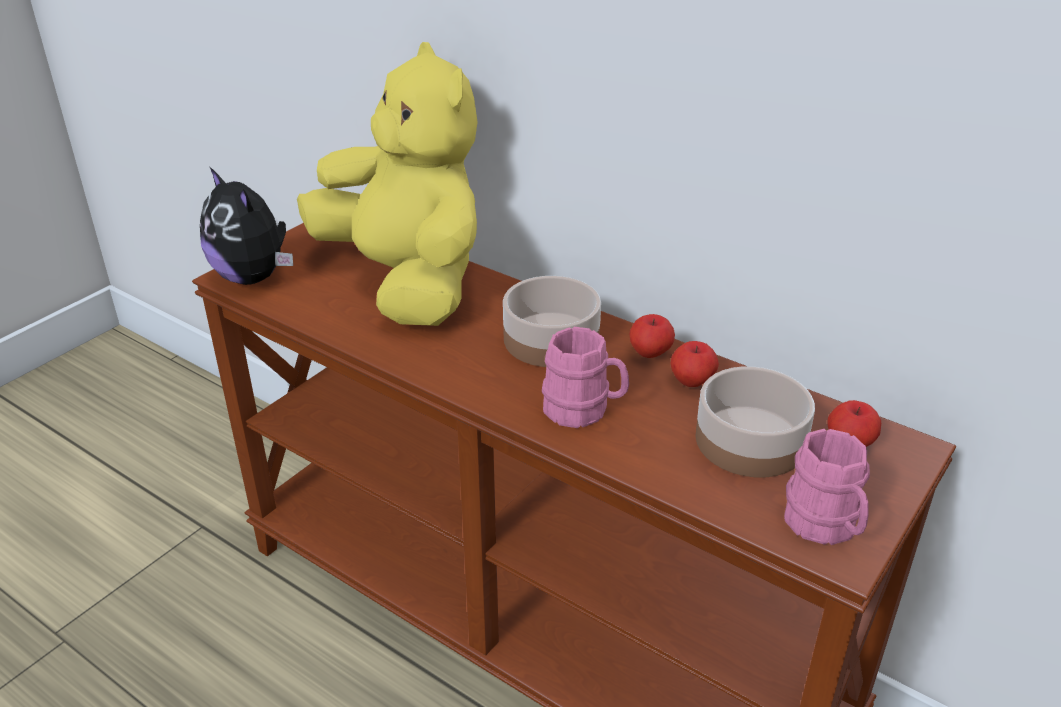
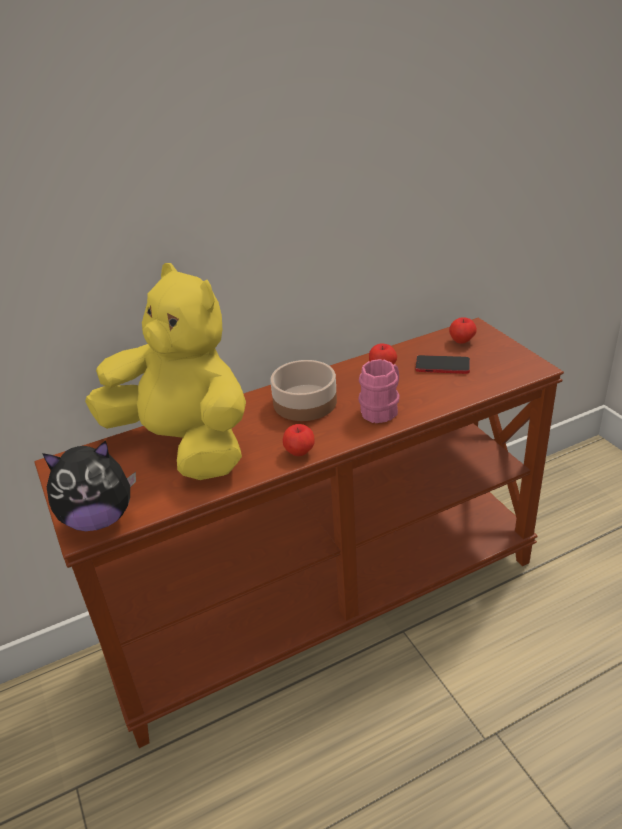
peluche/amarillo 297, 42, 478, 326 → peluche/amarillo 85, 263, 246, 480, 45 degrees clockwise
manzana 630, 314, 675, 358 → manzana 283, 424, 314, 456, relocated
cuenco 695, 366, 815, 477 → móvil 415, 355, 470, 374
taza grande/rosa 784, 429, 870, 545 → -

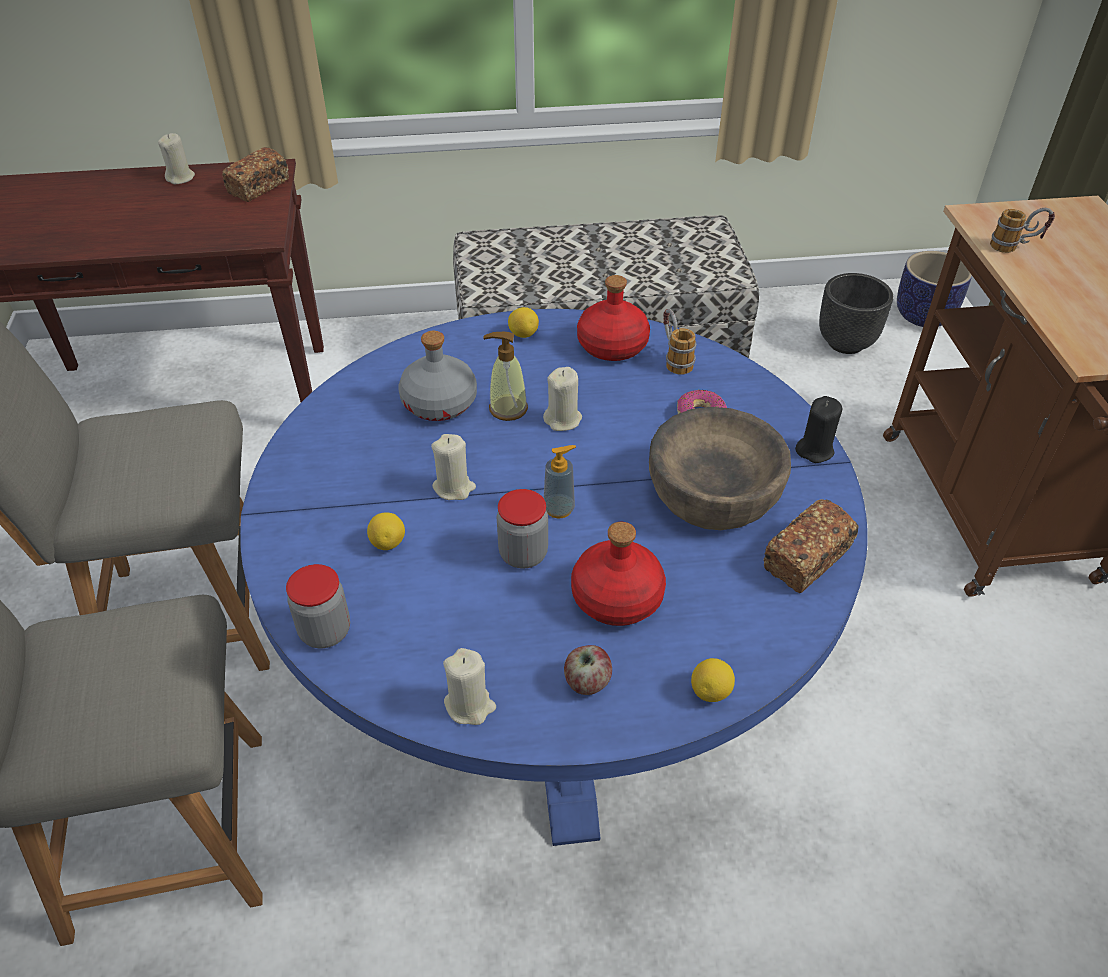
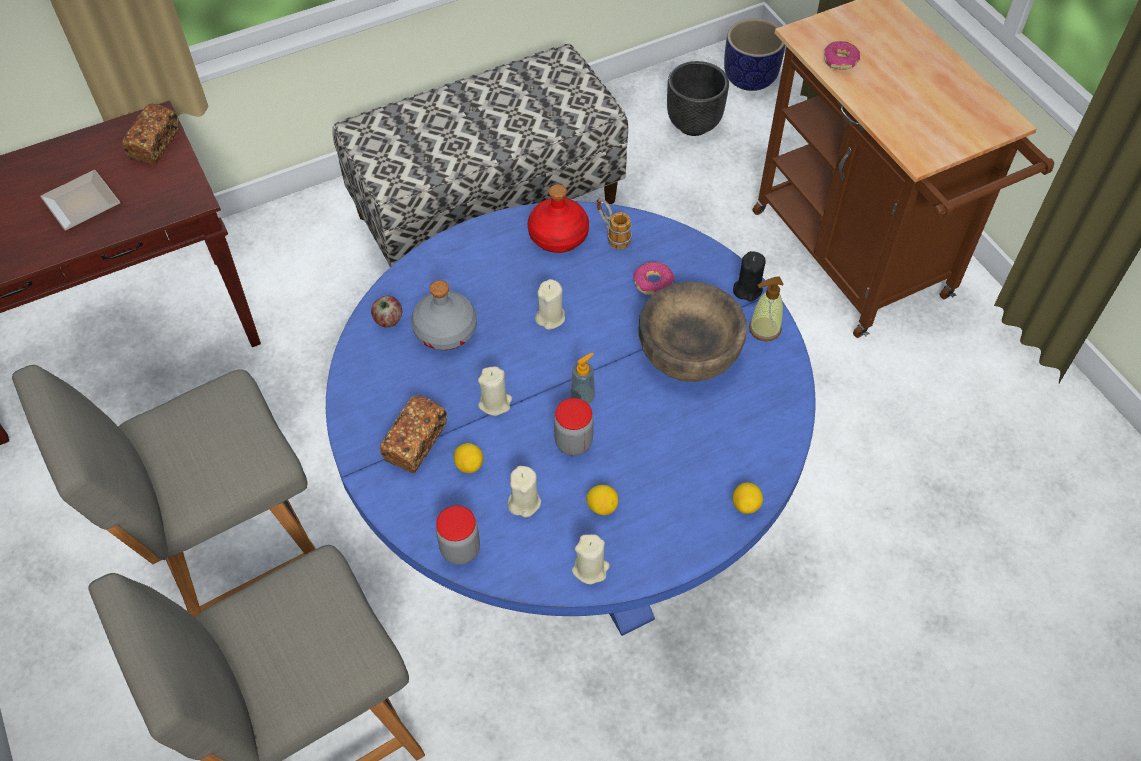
vela/beis 158, 133, 195, 184 → vela/beis 508, 466, 541, 518, relocated
taza grande 990, 208, 1055, 253 → rosquilla 824, 41, 860, 70
limón 508, 307, 539, 338 → limón 586, 485, 618, 515, relocated
dispensador de jabón 483, 332, 528, 421 → dispensador de jabón 749, 276, 784, 341, relocated
pan 763, 499, 859, 593 → pan 380, 395, 447, 474, relocated
botella/rojo 571, 522, 666, 626 → -
manzana 564, 645, 612, 695 → manzana 371, 296, 402, 328, relocated
- → plato 40, 170, 121, 231

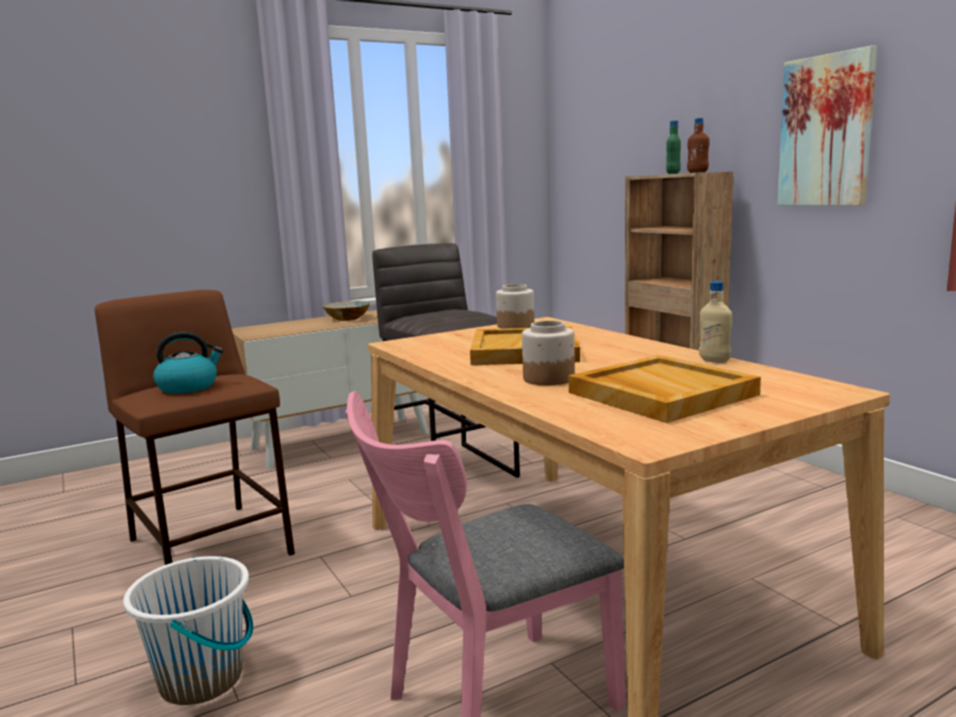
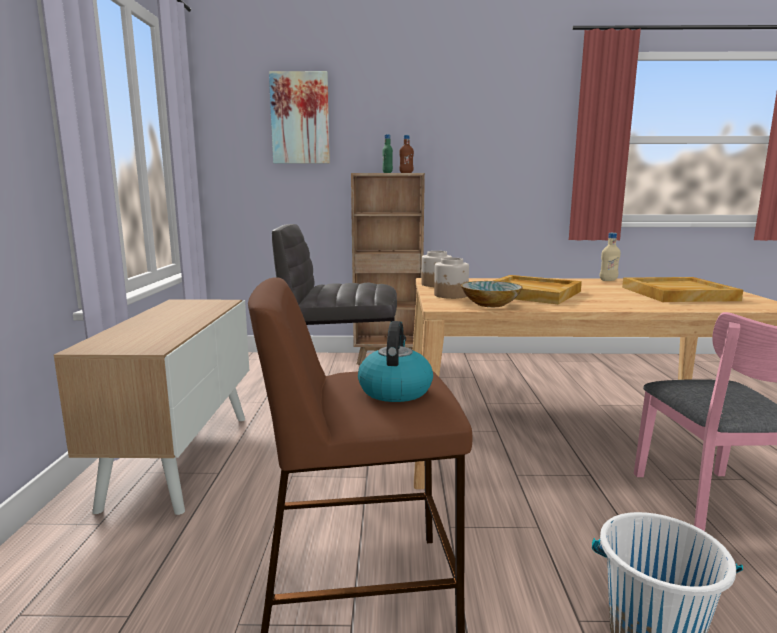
cuadro 777, 46, 877, 206 → cuadro 269, 71, 330, 164, relocated
cuenco 323, 301, 370, 321 → cuenco 461, 281, 523, 307, relocated
tarro 522, 321, 575, 386 → tarro 434, 257, 469, 299, relocated

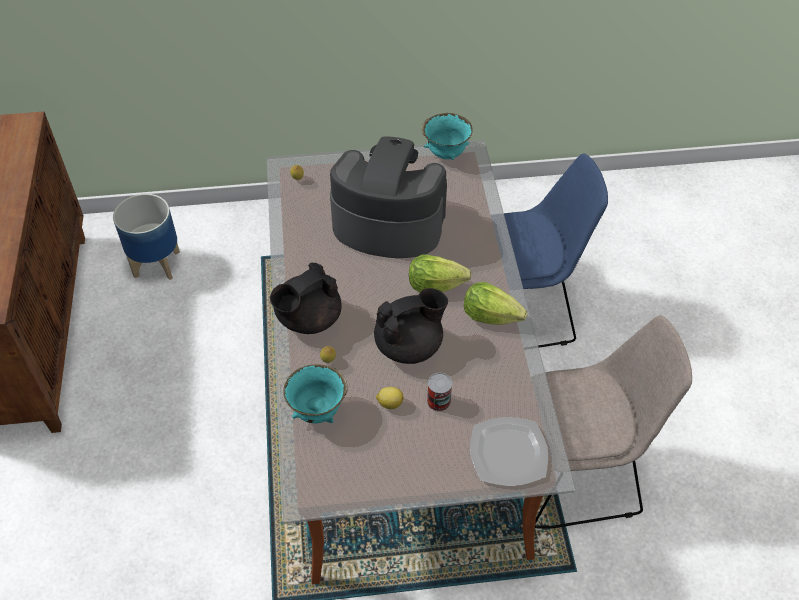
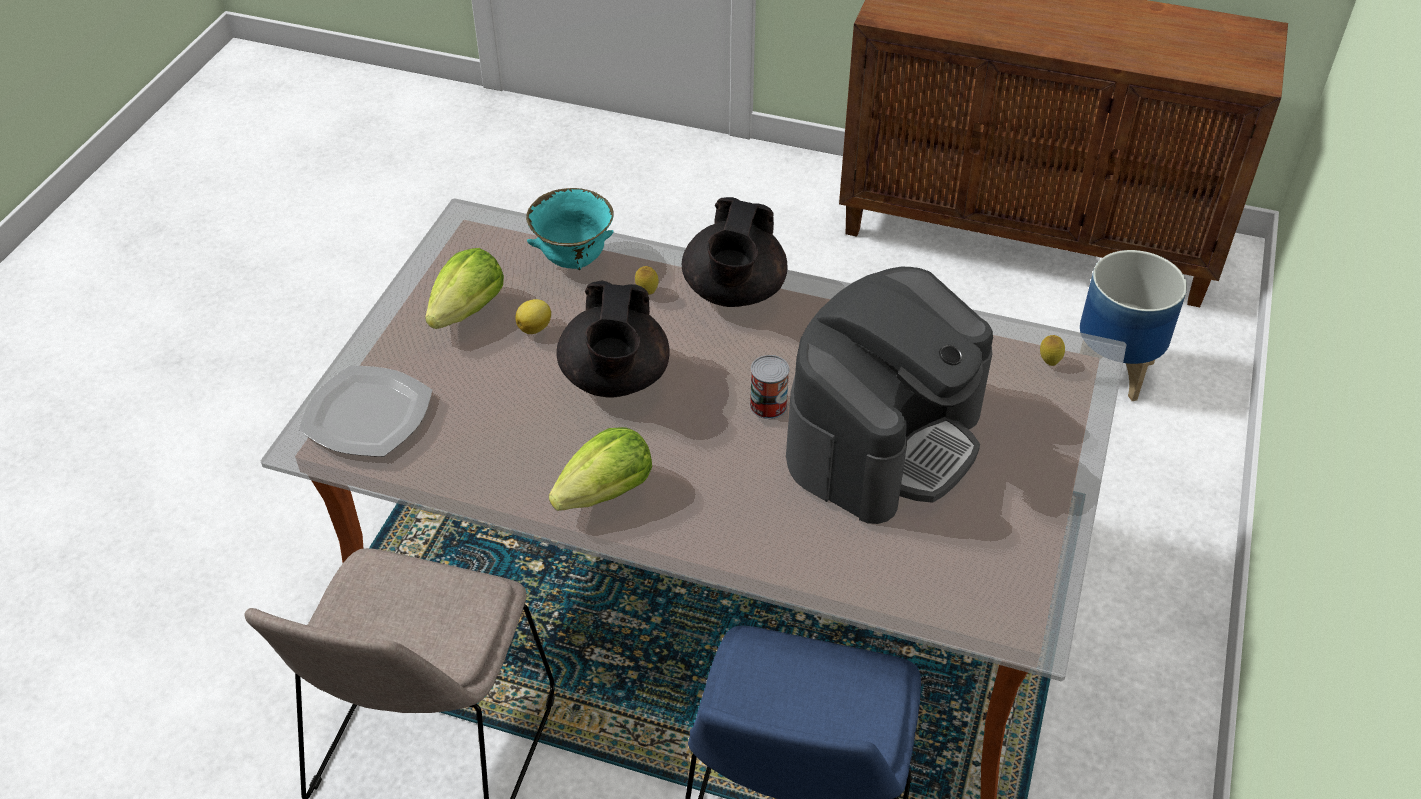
cuenco/turquesa 422, 113, 473, 160 → -
lechuga 409, 255, 471, 292 → lechuga 425, 248, 504, 329, relocated
tetera/negro 270, 263, 342, 334 → tetera/negro 682, 197, 787, 307, 150 degrees counterclockwise
lata 427, 373, 452, 412 → lata 750, 355, 789, 419, relocated

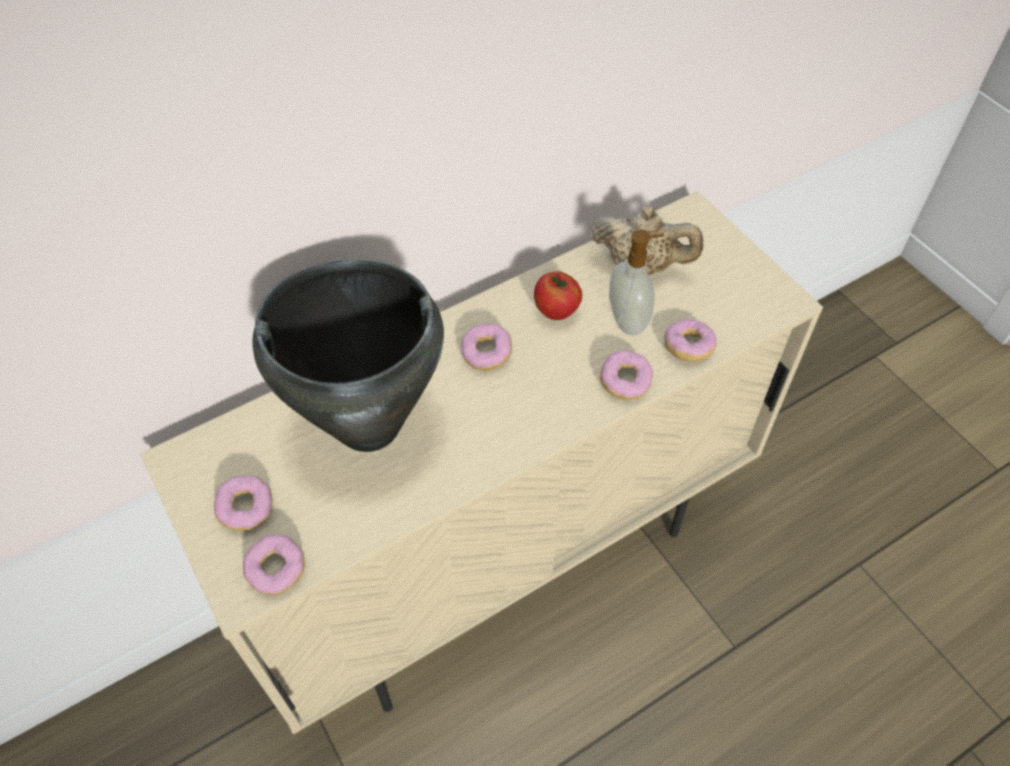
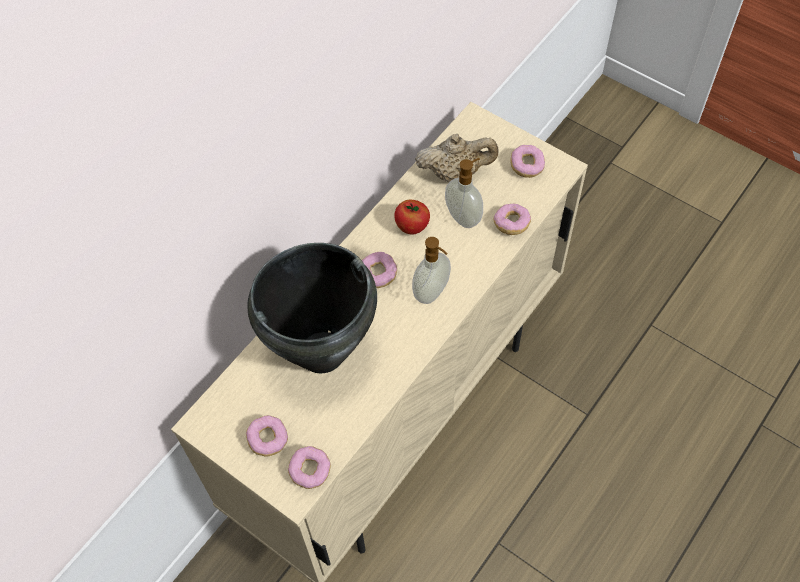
rosquilla 600, 350, 653, 400 → rosquilla 510, 145, 545, 178, relocated
- → dispensador de jabón 412, 237, 451, 304

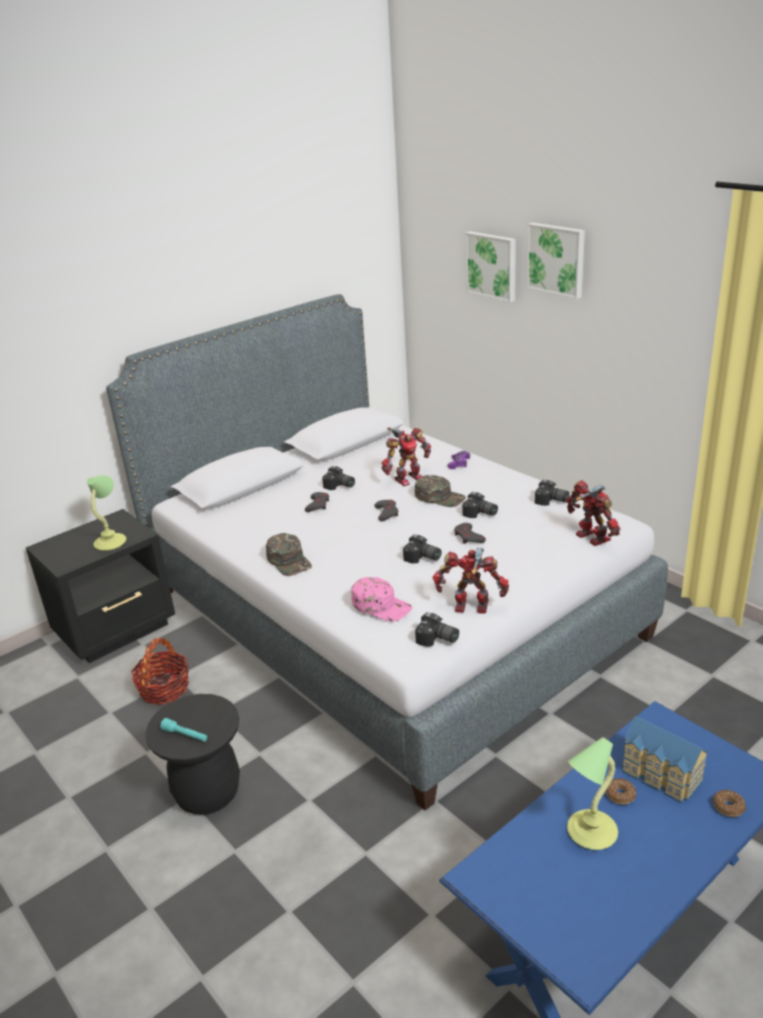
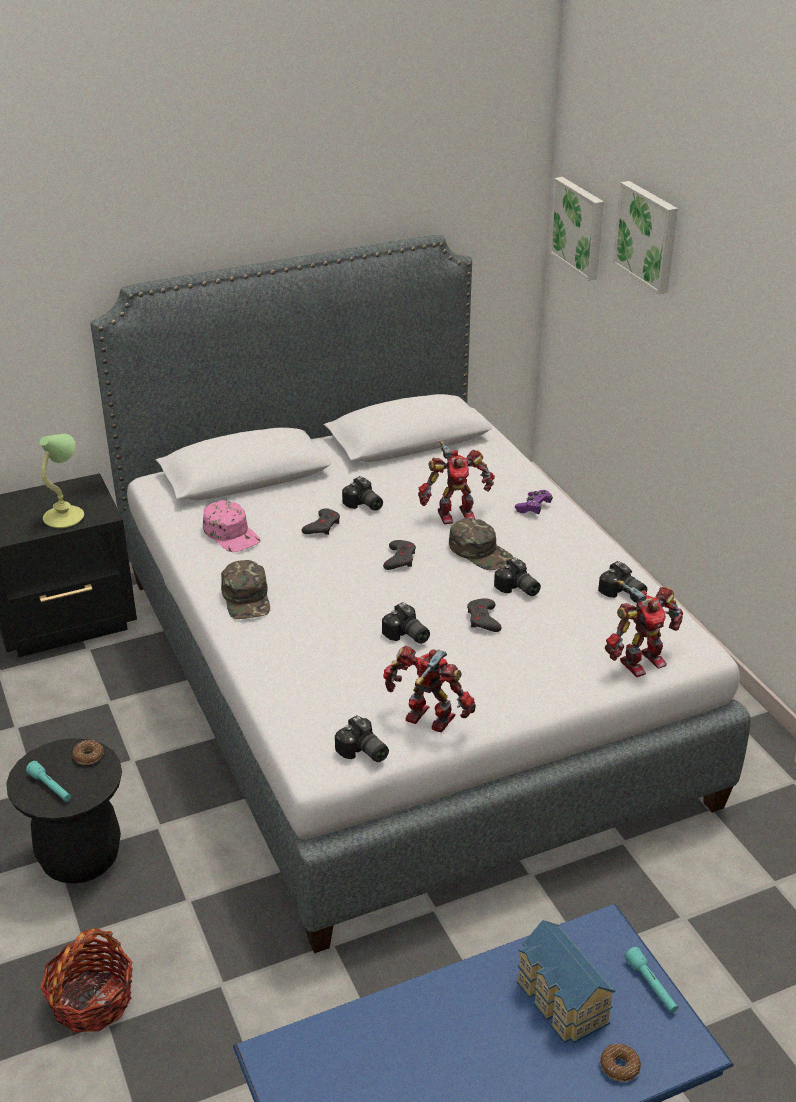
cuadro 526, 223, 585, 299 → cuadro 549, 177, 604, 281, relocated
robot de juguete 566, 480, 620, 546 → robot de juguete 605, 581, 683, 677, 75 degrees clockwise
gorra/rosa 351, 577, 412, 622 → gorra/rosa 203, 500, 261, 552, relocated
cesta 131, 638, 189, 705 → cesta 40, 928, 133, 1033, relocated
lámpara de mesa 567, 737, 618, 850 → -
rosquilla 606, 778, 636, 804 → rosquilla 72, 740, 104, 765, relocated
- → linterna/turquesa 625, 947, 678, 1013

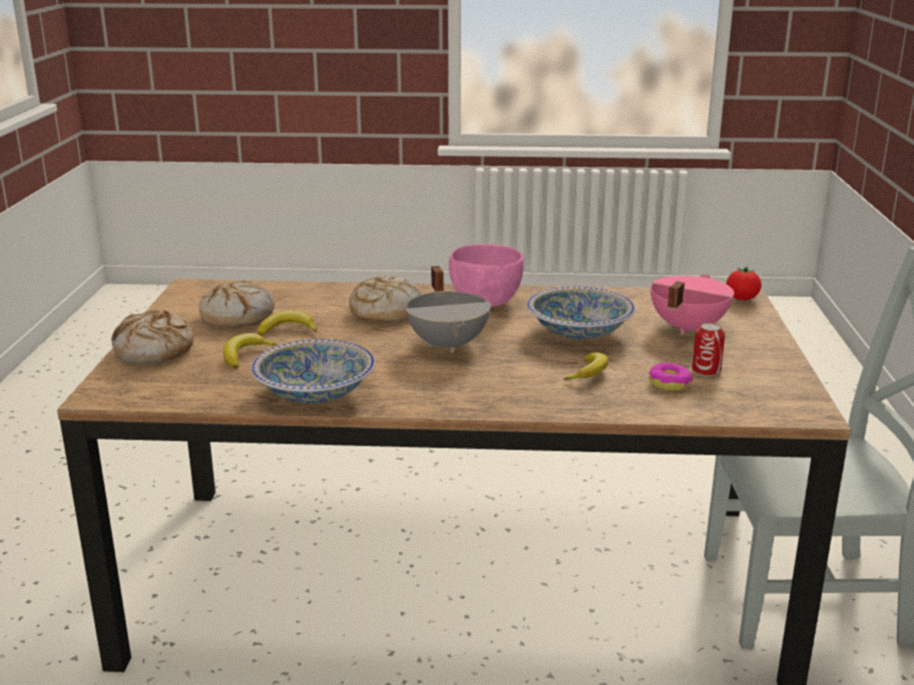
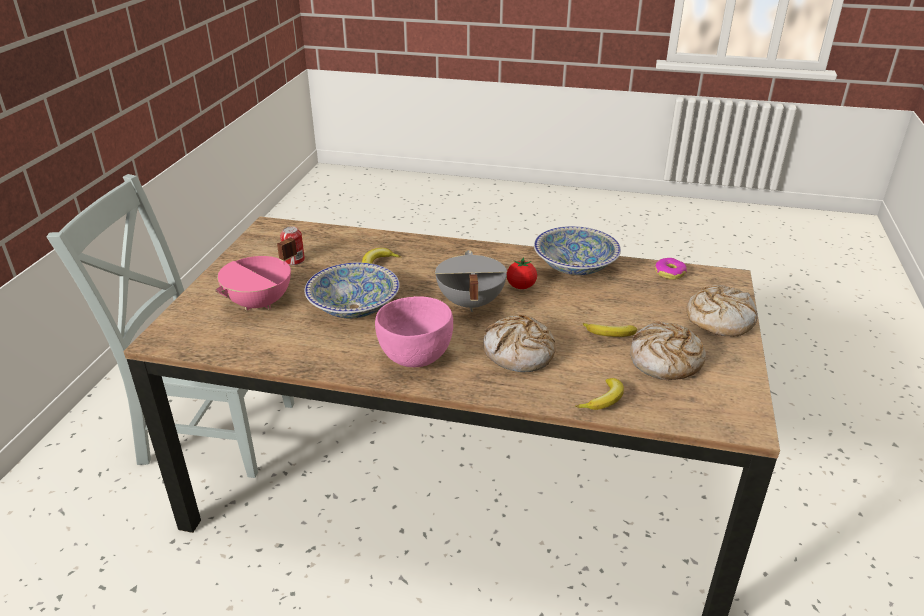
tomate 726, 267, 761, 300 → tomate 507, 257, 537, 289, relocated
plátano 223, 333, 277, 369 → plátano 575, 378, 624, 410, relocated
rosquilla 649, 363, 693, 391 → rosquilla 655, 258, 687, 280, relocated

